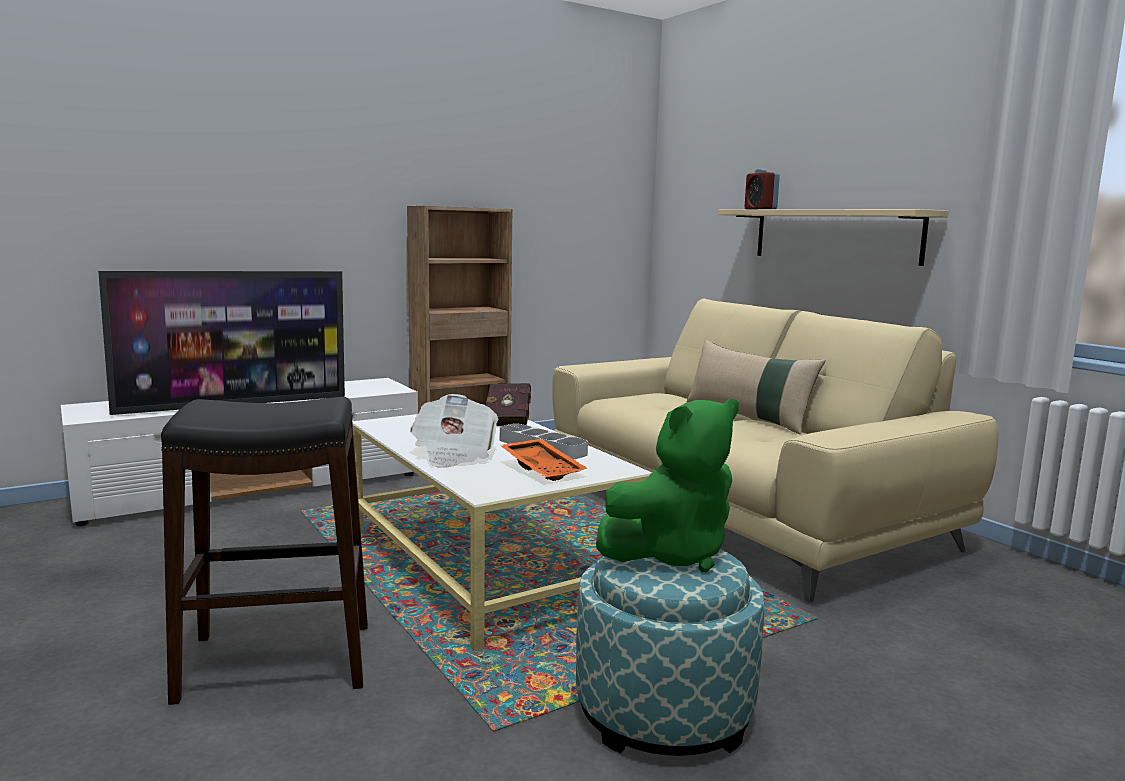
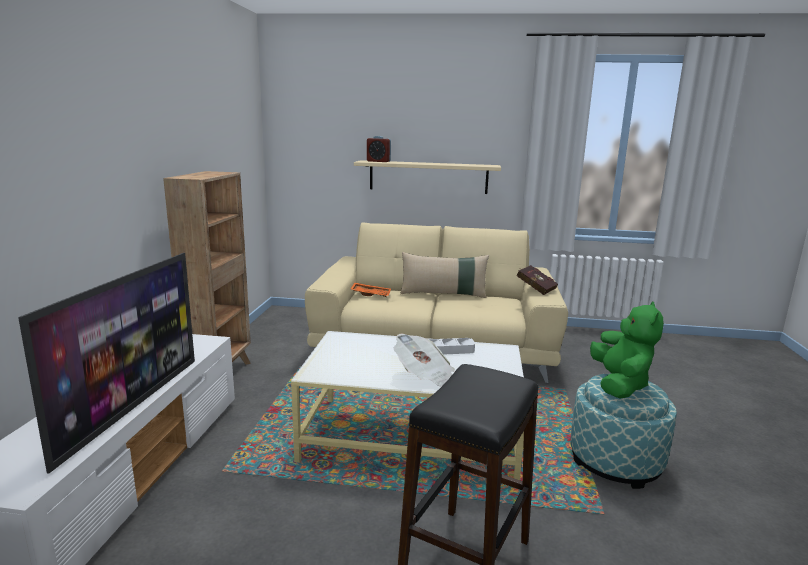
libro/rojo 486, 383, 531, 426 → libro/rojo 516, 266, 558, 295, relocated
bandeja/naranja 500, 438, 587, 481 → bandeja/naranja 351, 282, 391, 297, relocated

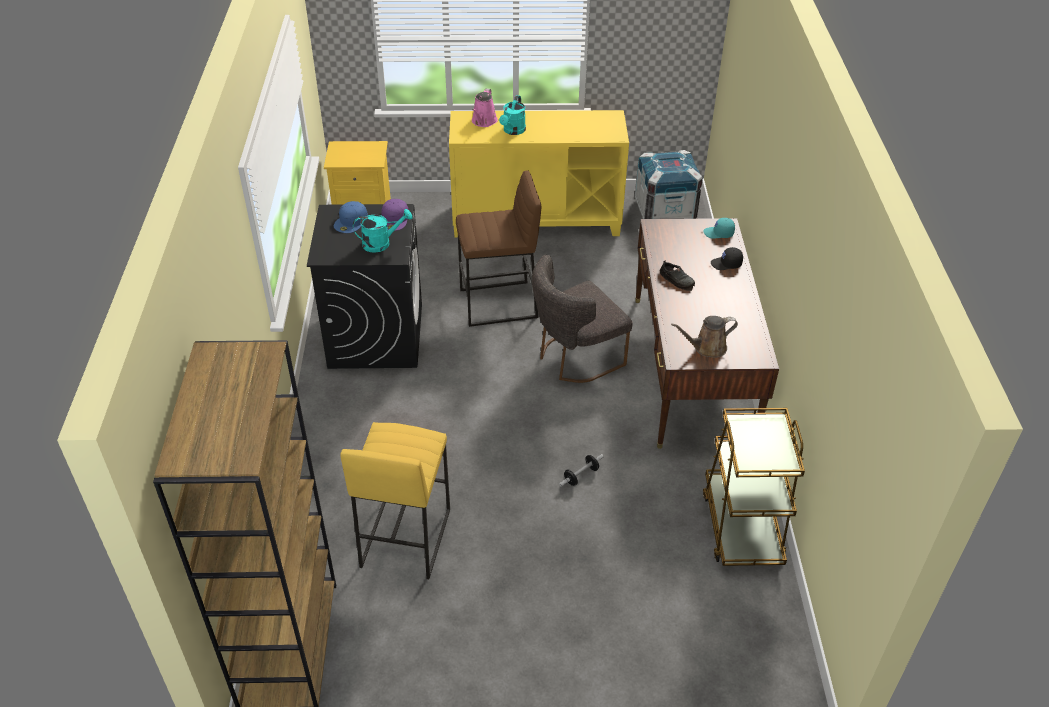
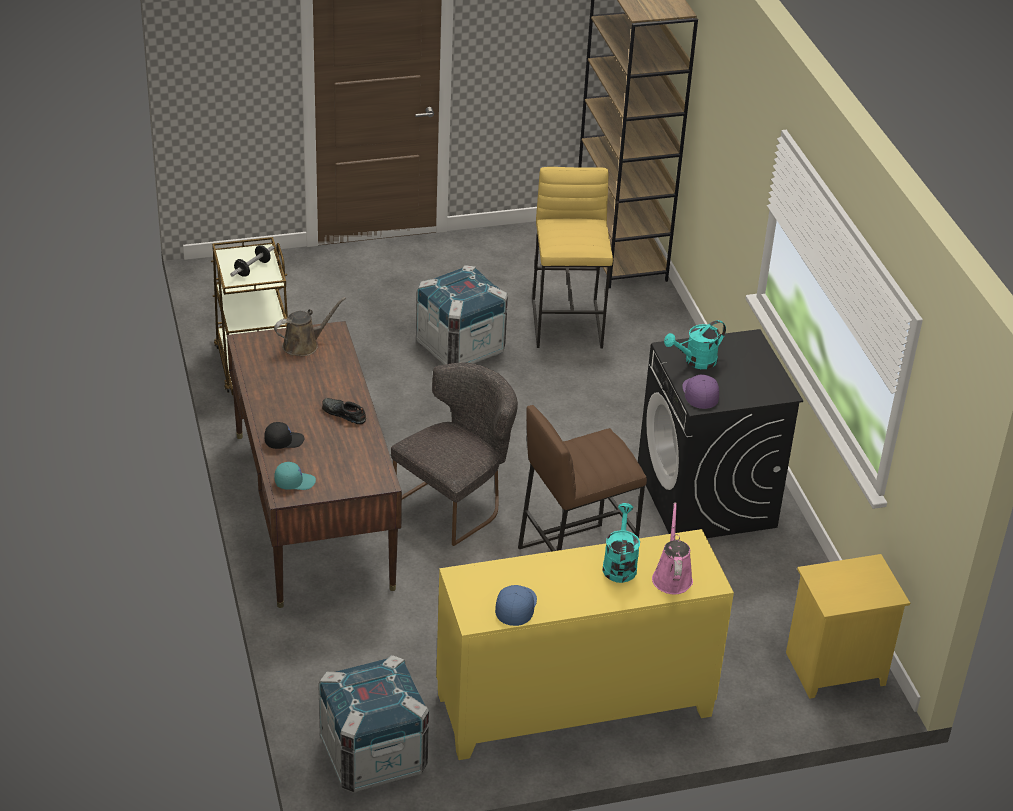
gorra/azul 334, 201, 368, 233 → gorra/azul 495, 585, 537, 626, relocated
mancuerna 559, 454, 604, 487 → mancuerna 230, 245, 274, 277, relocated
- → caja de embalaje 416, 265, 508, 365

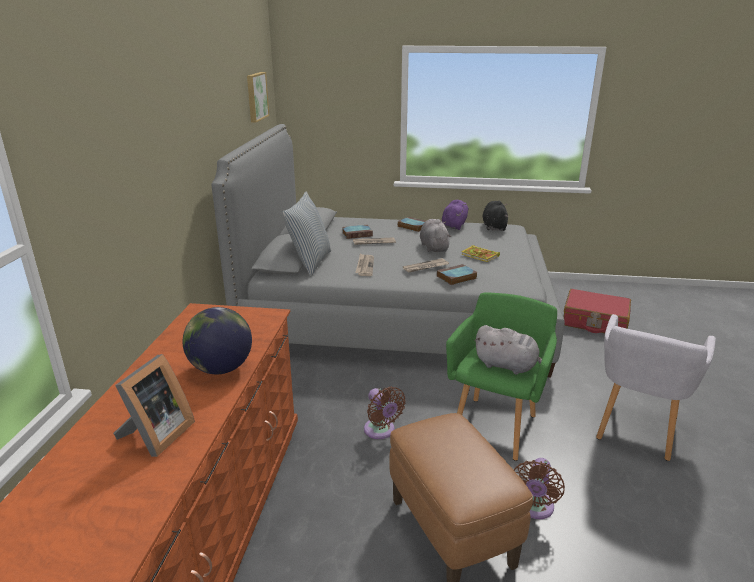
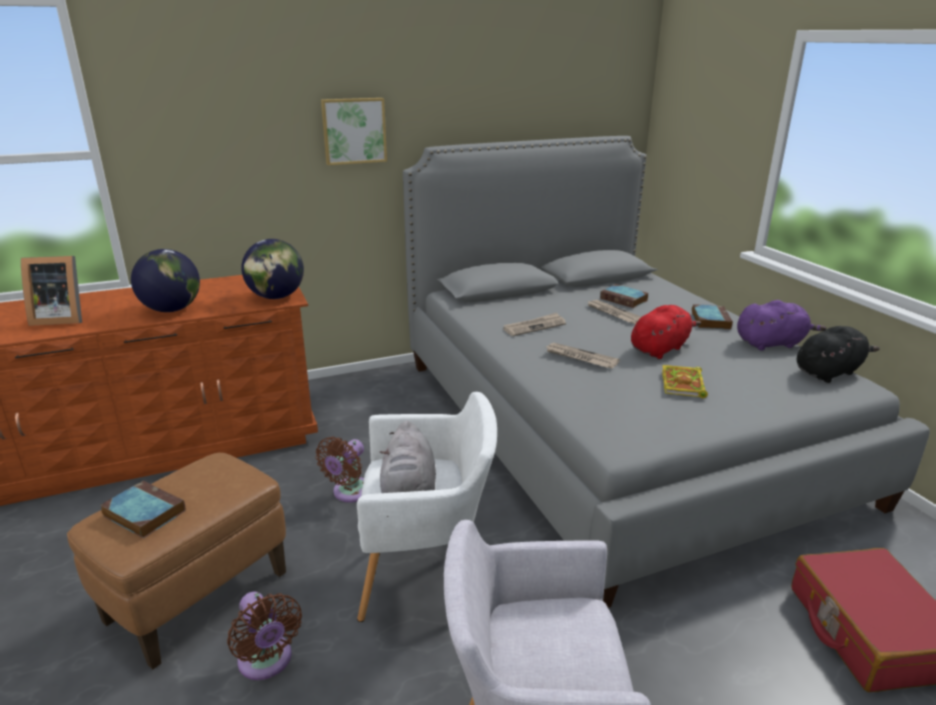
cuadro 247, 72, 269, 123 → cuadro 321, 98, 387, 165, relocated
cojín 282, 192, 331, 276 → -
peluche/gris 420, 219, 451, 252 → peluche/rojo 631, 305, 701, 359
libro 437, 264, 477, 285 → libro 100, 481, 186, 538, relocated
sillón/verde 446, 293, 557, 461 → sillón/blanco 357, 392, 497, 622
ventilador/marrón 514, 458, 565, 519 → ventilador/marrón 227, 592, 302, 680, 120 degrees counterclockwise
- → globo terráqueo 241, 239, 304, 299

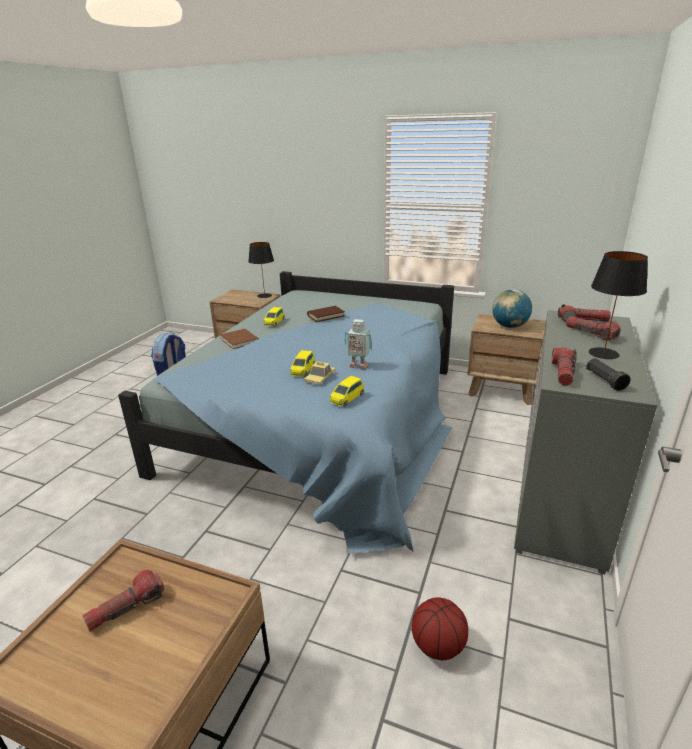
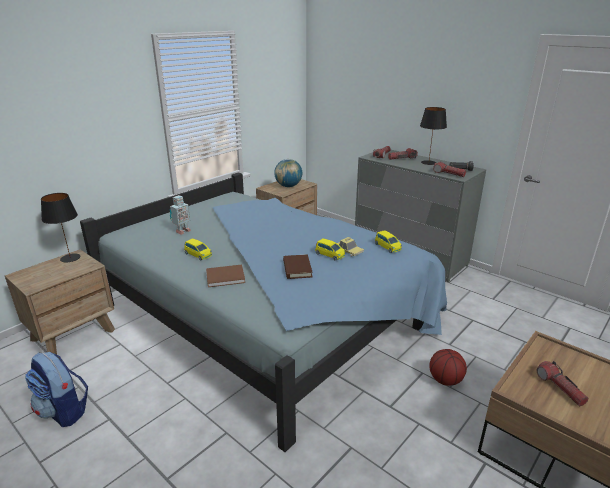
libro/marrón 307, 306, 345, 322 → libro/marrón 283, 254, 313, 279, relocated
robot de juguete 345, 319, 372, 369 → robot de juguete 170, 195, 191, 235, relocated
balón de baloncesto 412, 597, 468, 660 → balón de baloncesto 429, 349, 467, 386, relocated

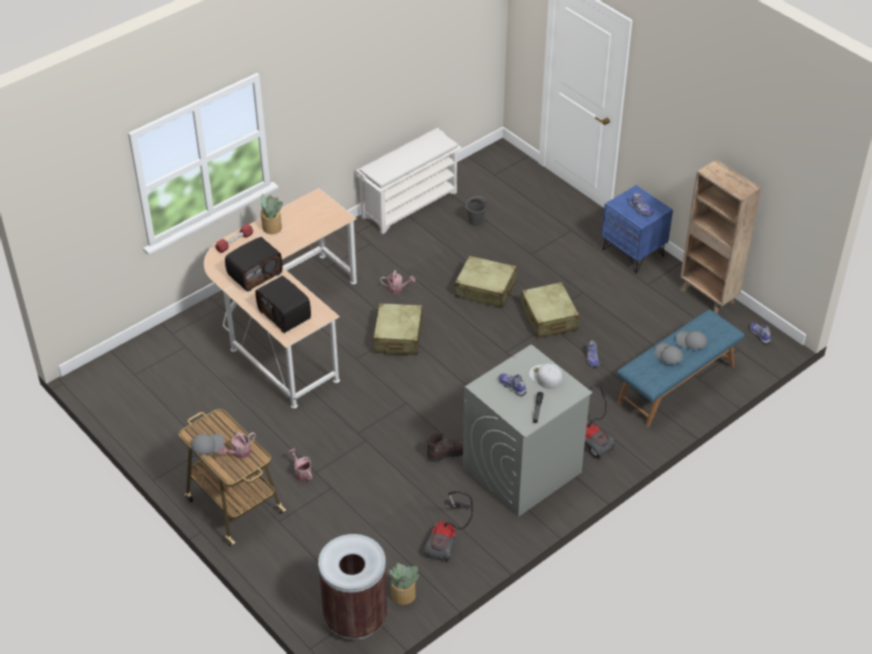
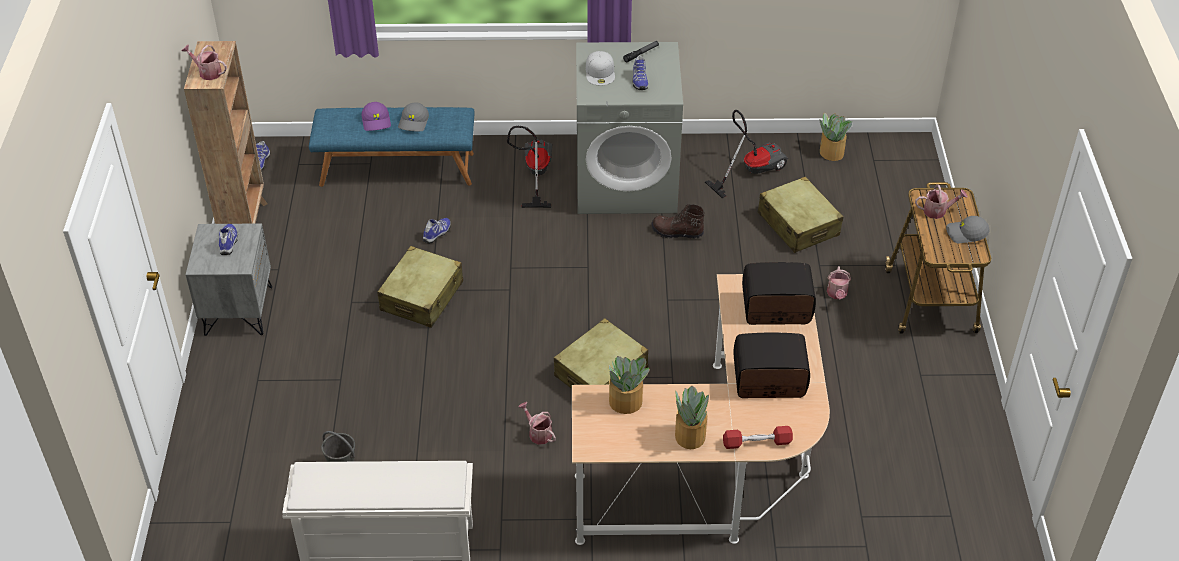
mesita de noche/azul 602, 185, 673, 274 → mesita de noche/gris 186, 223, 272, 336
maleta/beis 455, 256, 517, 308 → maleta/beis 758, 176, 844, 253, relocated
radio 255, 276, 311, 333 → radio 742, 262, 816, 325, 90 degrees counterclockwise
gorra/gris 676, 331, 707, 349 → gorra/morado 362, 102, 391, 131
papelera/marrón 318, 534, 387, 640 → -
- → regadera 181, 44, 227, 80
- → planta en maceta 608, 356, 650, 414

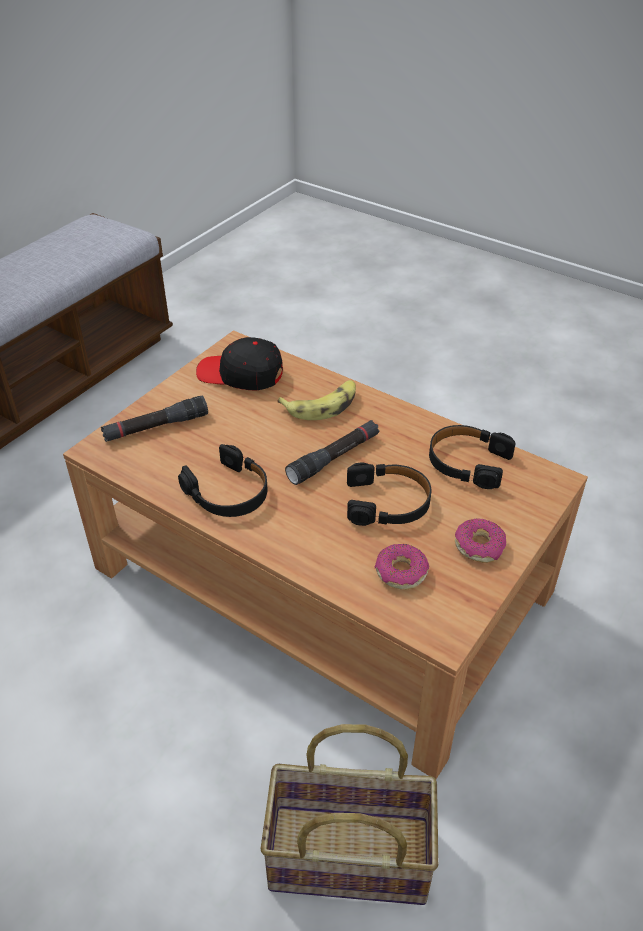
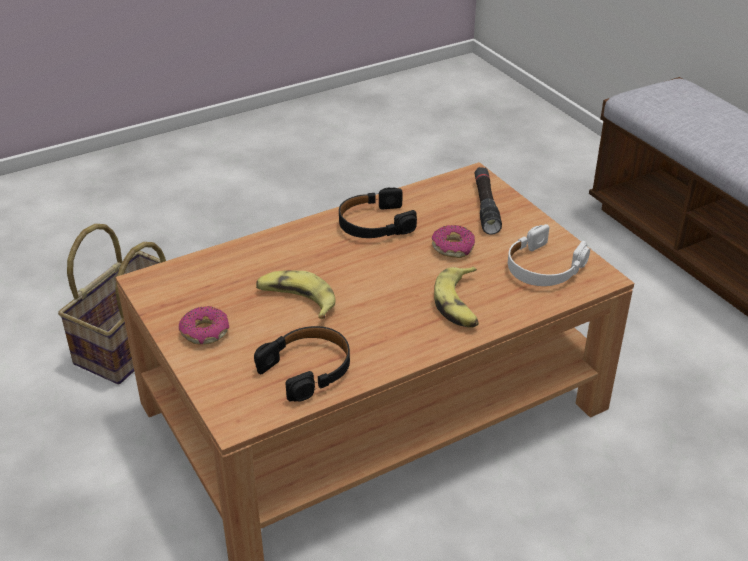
gorra/negro 196, 337, 283, 390 → auriculares/blanco 508, 224, 590, 286
linterna/negro 285, 420, 379, 485 → -
auriculares/negro 347, 462, 431, 526 → plátano 256, 270, 335, 319
rosquilla 375, 544, 429, 590 → rosquilla 432, 225, 475, 258, relocated

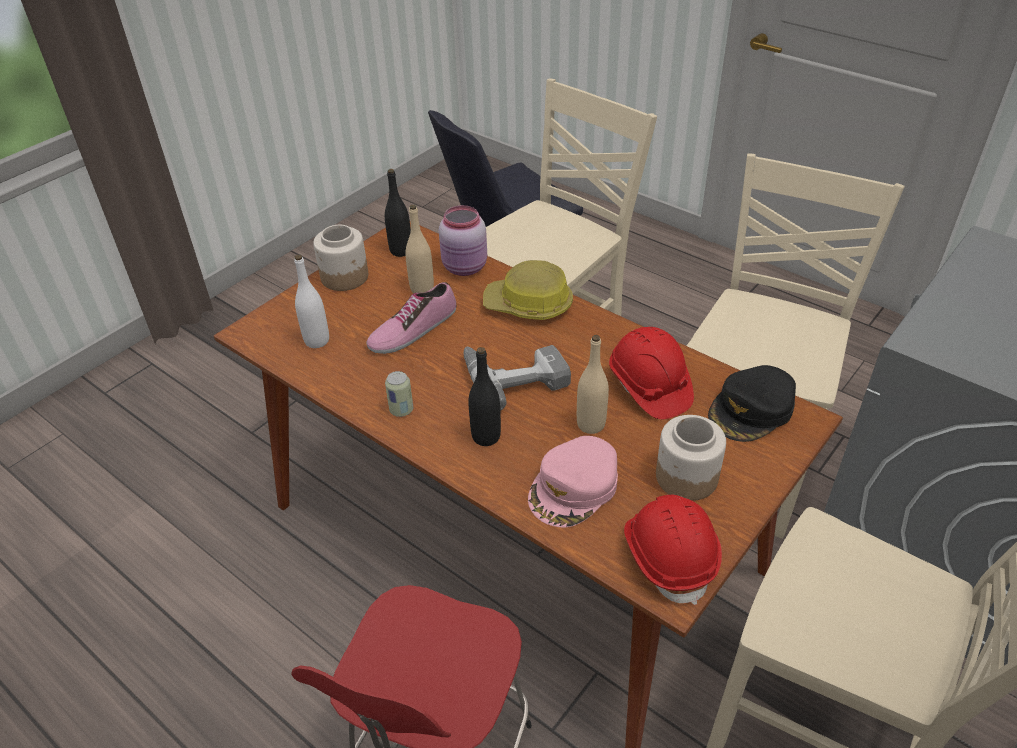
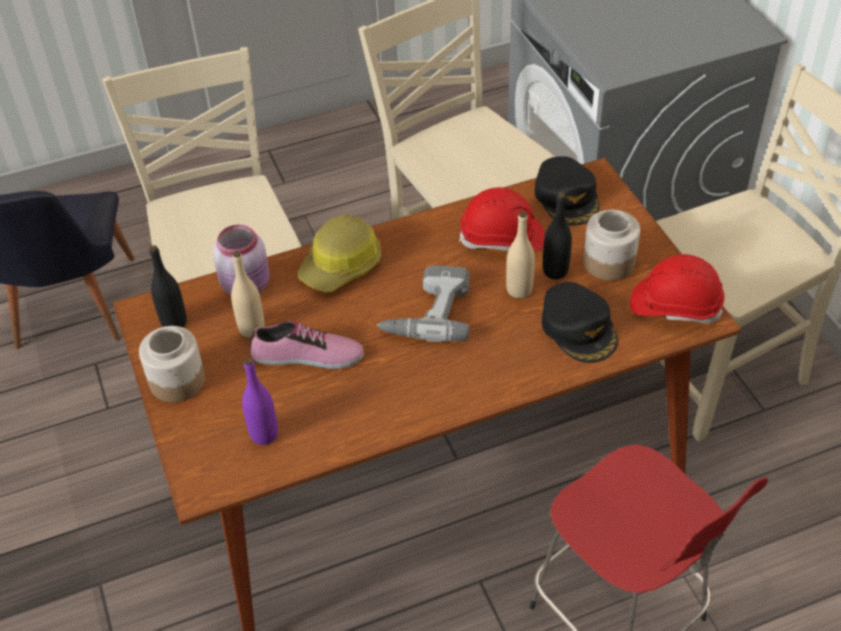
botella/blanco 294, 255, 329, 348 → botella/morado 242, 358, 278, 445
zapato 366, 282, 456, 354 → zapato 250, 321, 364, 369, 75 degrees counterclockwise
botella/negro 468, 347, 501, 446 → botella/negro 543, 192, 572, 279, relocated
lata 385, 371, 413, 417 → -
gorra/rosa 528, 436, 618, 527 → gorra/negro 542, 282, 618, 363

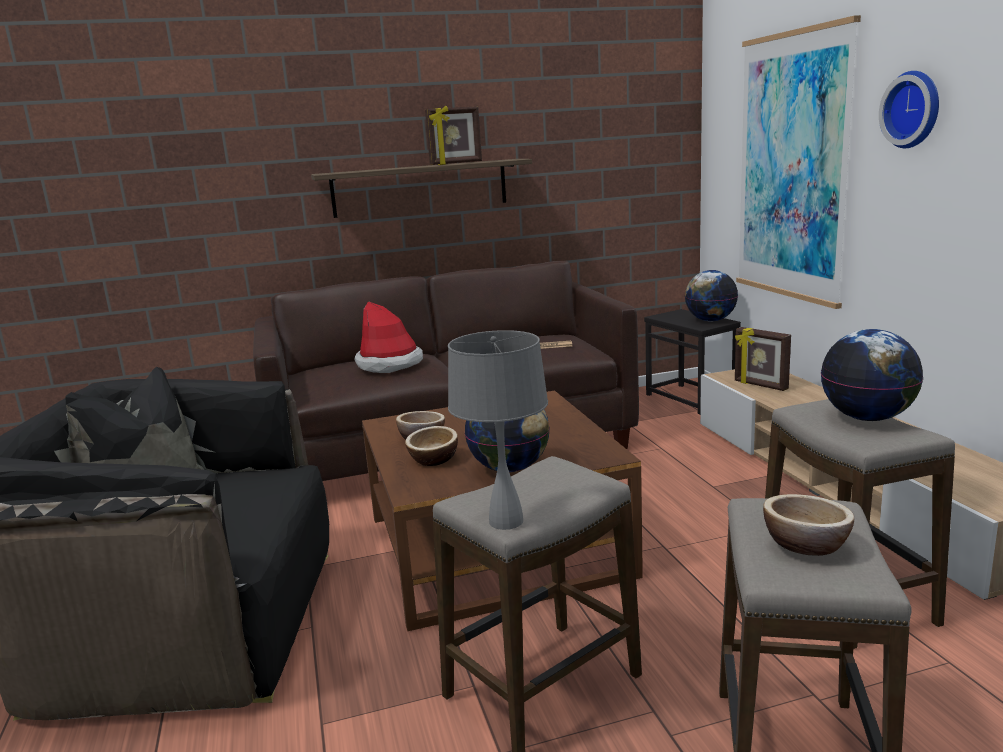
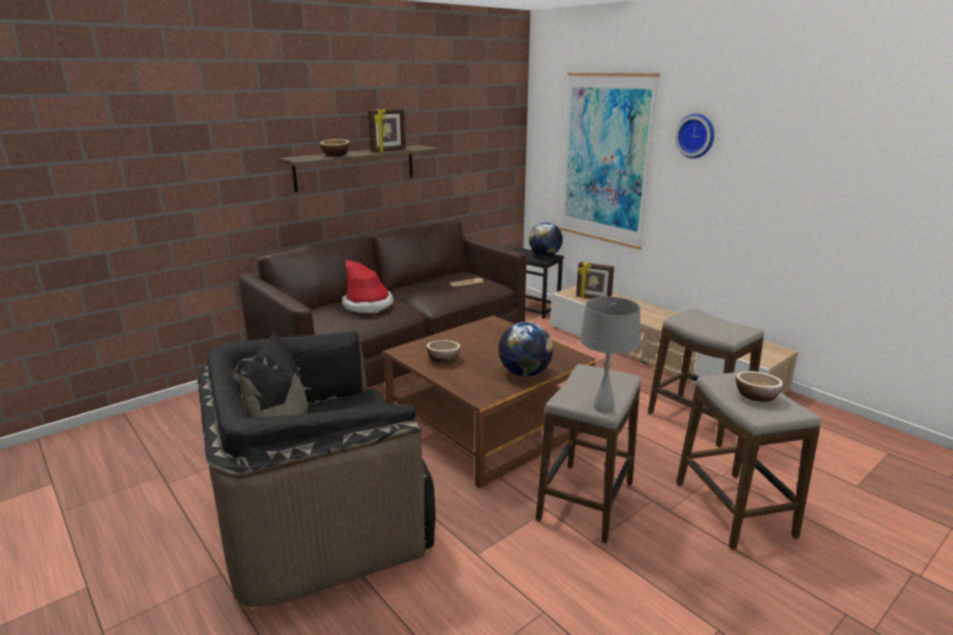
globo terráqueo 821, 329, 923, 421 → -
cuenco 405, 426, 458, 466 → cuenco 320, 139, 349, 156, relocated

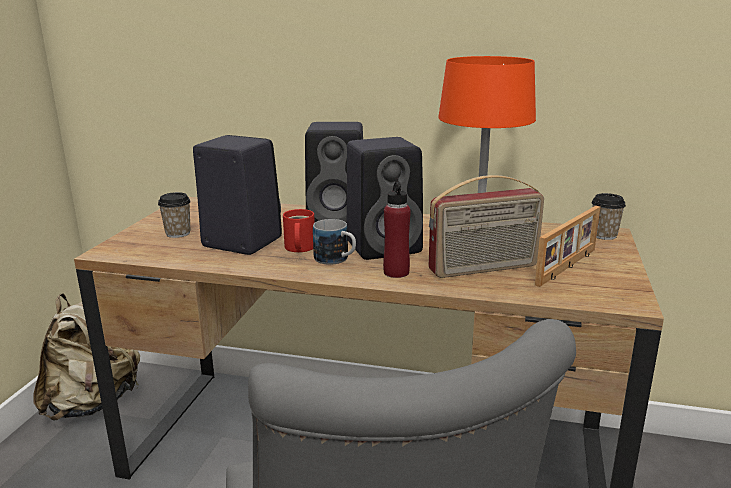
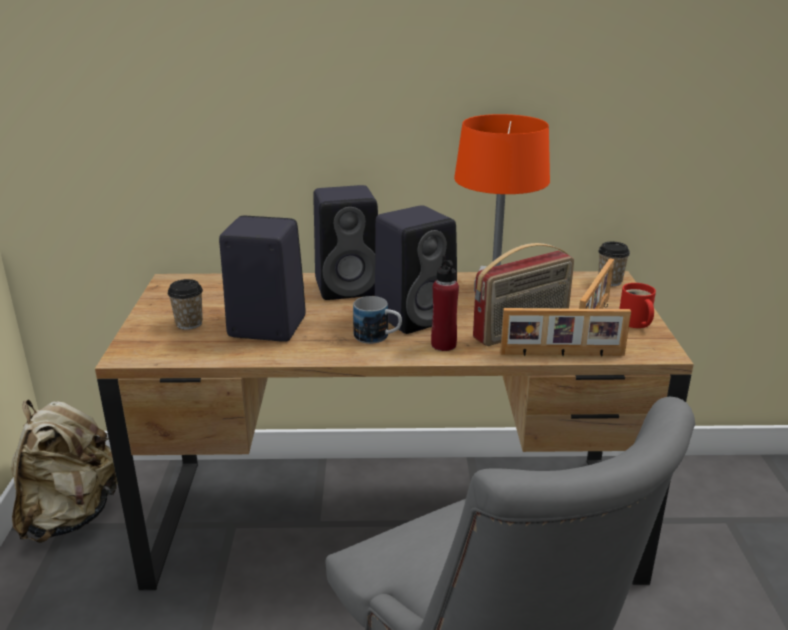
taza grande/rojo 283, 209, 315, 252 → taza grande/rojo 620, 283, 656, 328, relocated
- → portarretratos 500, 308, 631, 357

